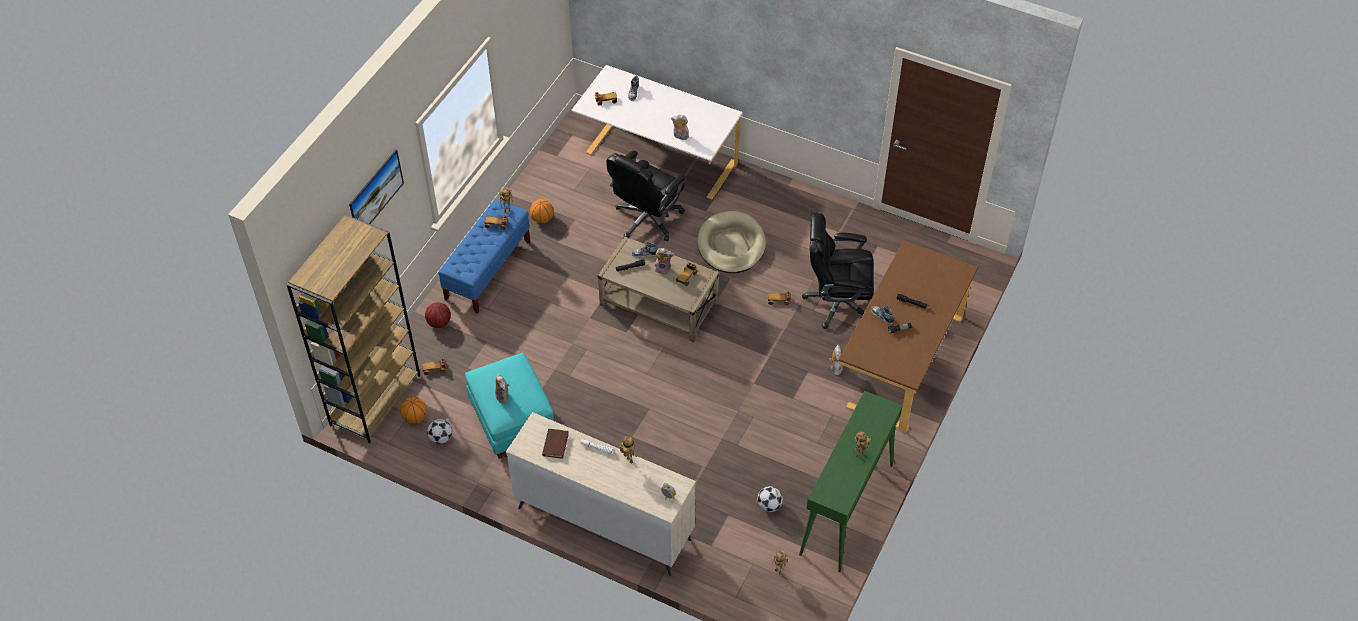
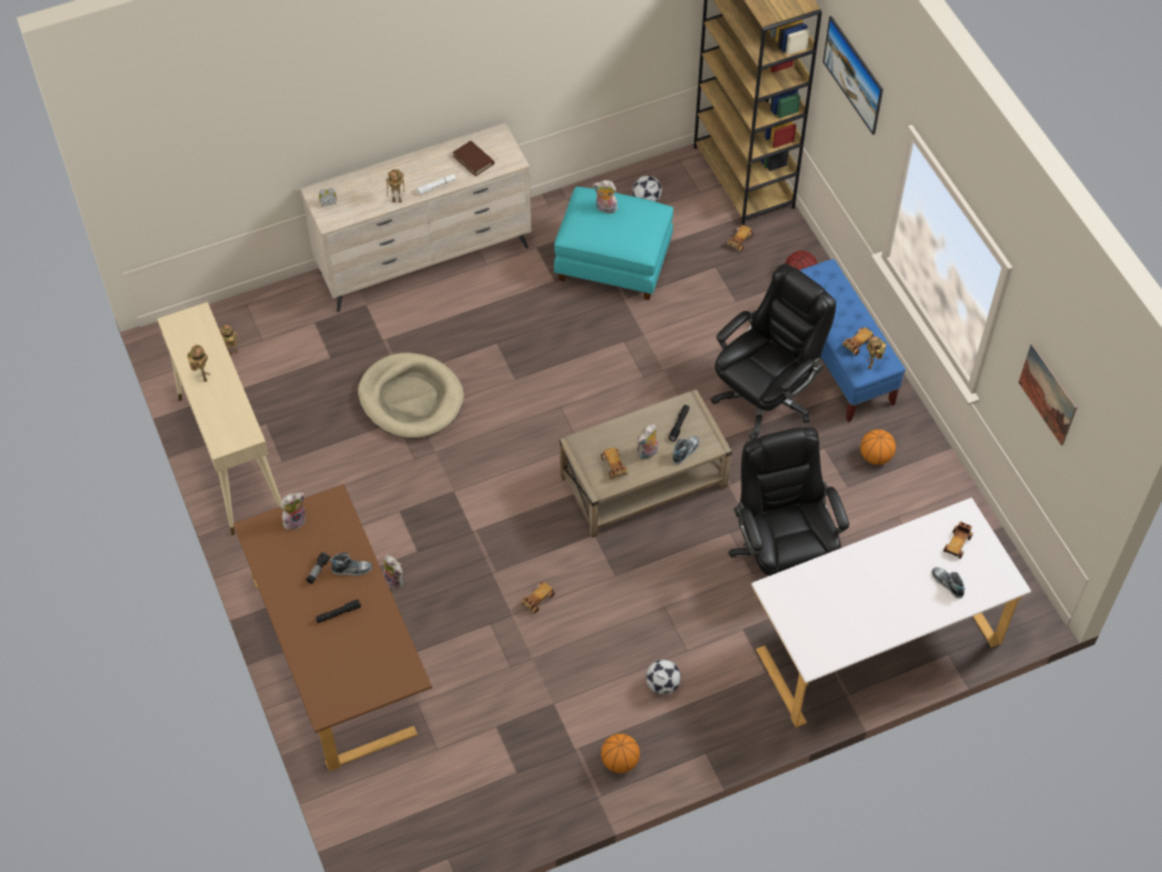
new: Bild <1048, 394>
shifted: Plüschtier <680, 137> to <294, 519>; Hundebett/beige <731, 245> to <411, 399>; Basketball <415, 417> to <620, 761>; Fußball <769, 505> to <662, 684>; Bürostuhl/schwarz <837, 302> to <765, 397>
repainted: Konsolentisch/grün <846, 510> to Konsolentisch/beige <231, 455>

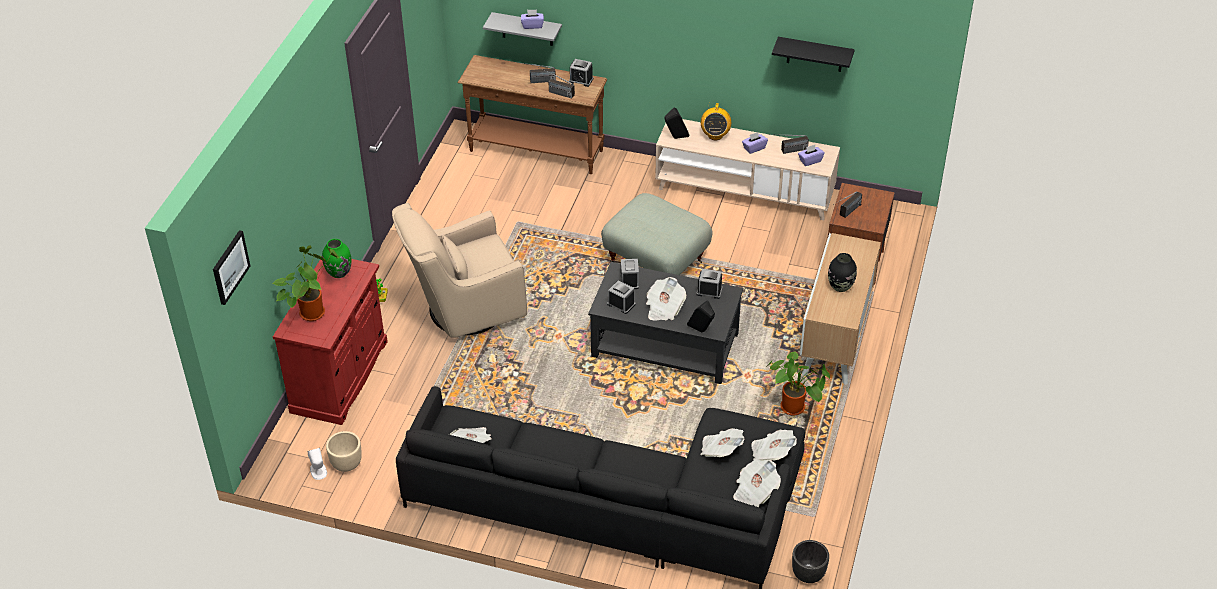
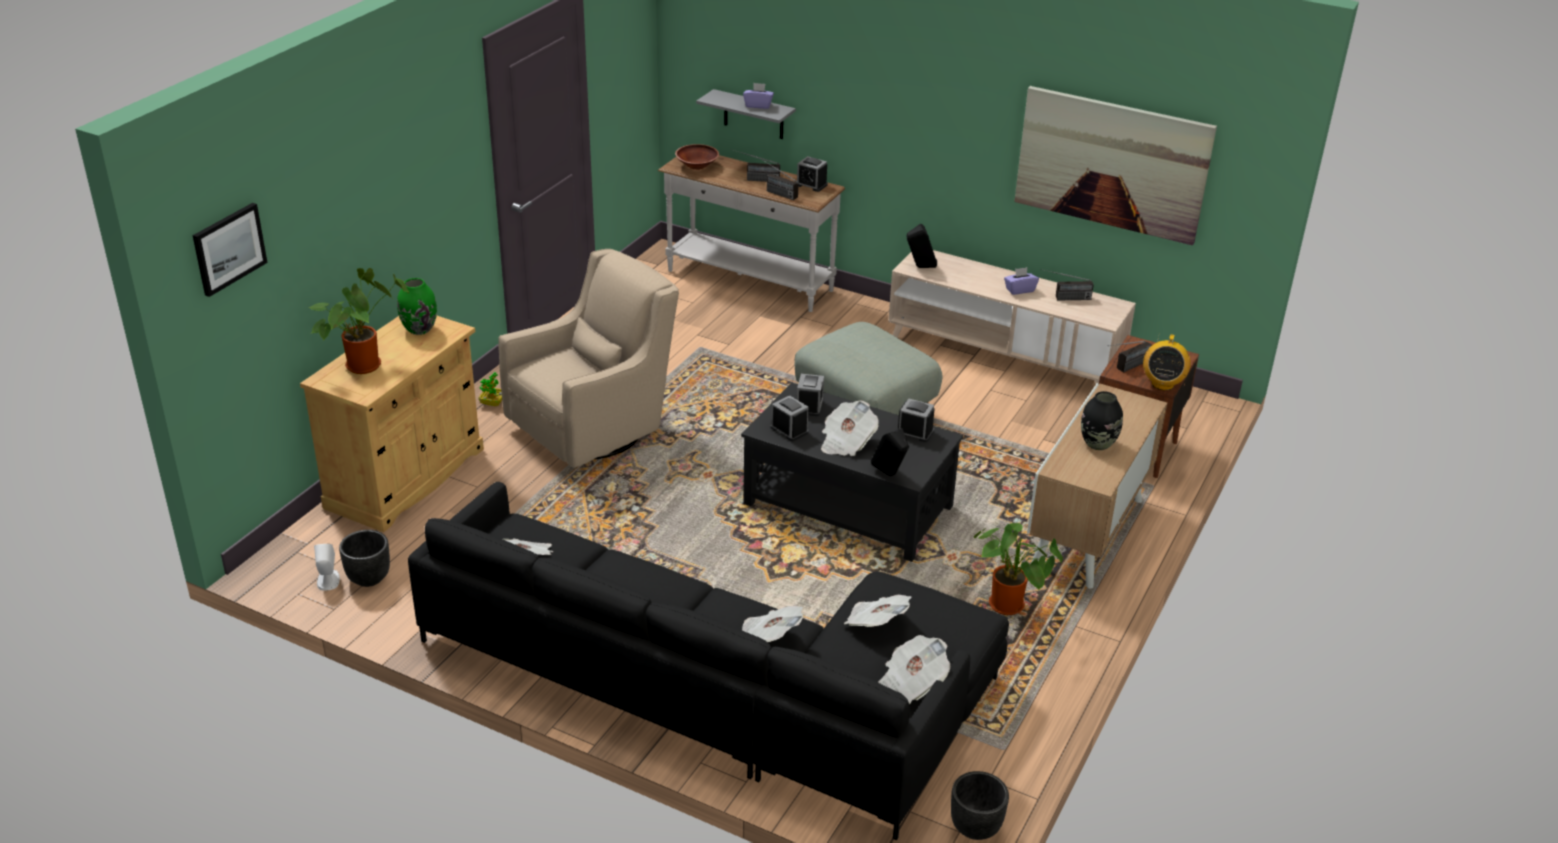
gone: Taschentuchbox/lila <810, 160>
new: Schüssel/braun <697, 166>
shifted: Zeitung <771, 453> to <768, 638>; Radio <715, 135> to <1162, 384>
swapped: Wandregal/schwarz <814, 54> to Bild <1112, 164>
repainted: Schrank/rot <340, 376> to Schrank/beige <406, 478>; Pflanzkübel/beige <346, 464> to Pflanzkübel/schwarz <368, 578>; Konsolentisch/braun <535, 152> to Konsolentisch/weiß <749, 281>
rotated: Sessel/beige <463, 309> = <595, 429> 150 degrees clockwise

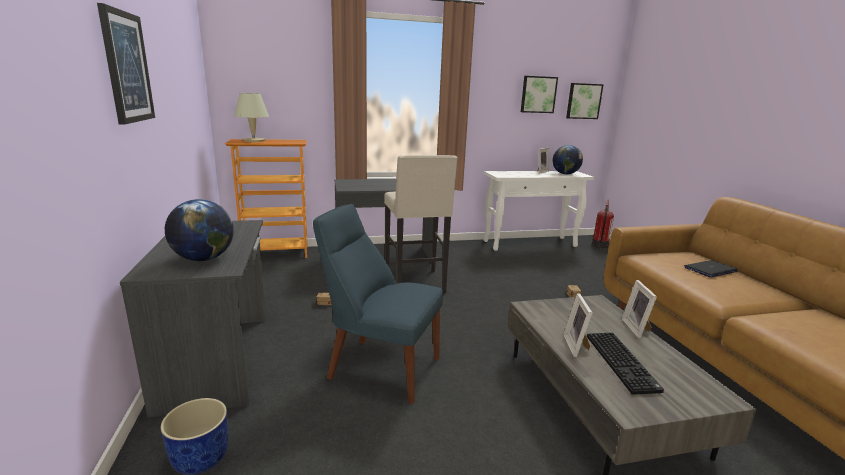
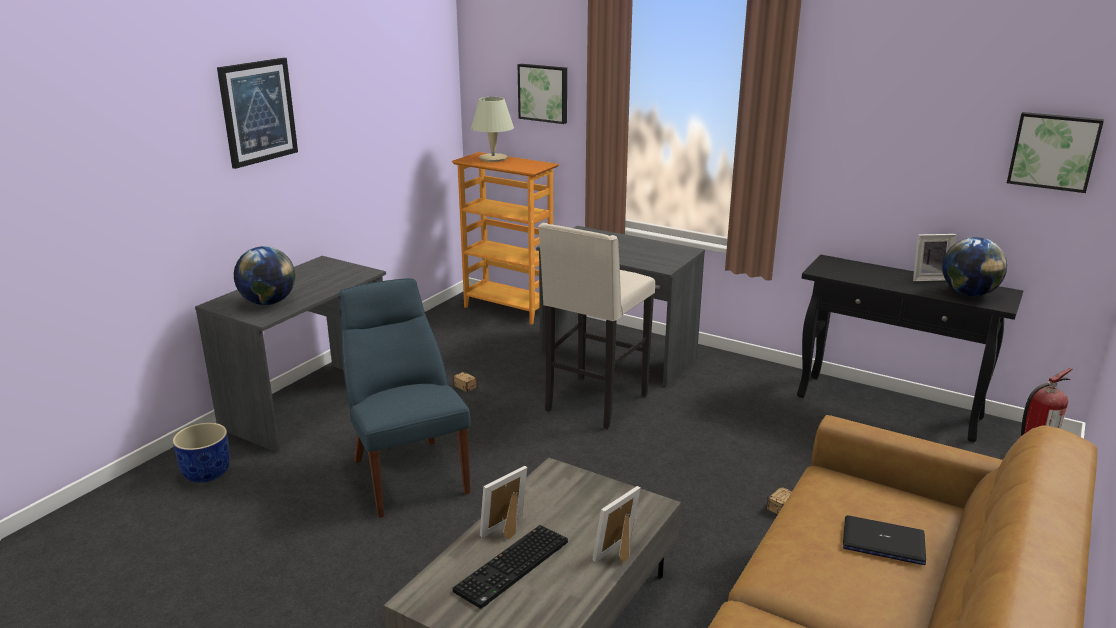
shifted: Bild <538, 94> to <544, 93>
repainted: Konsolentisch/weiß <530, 243> to Konsolentisch/schwarz <889, 407>

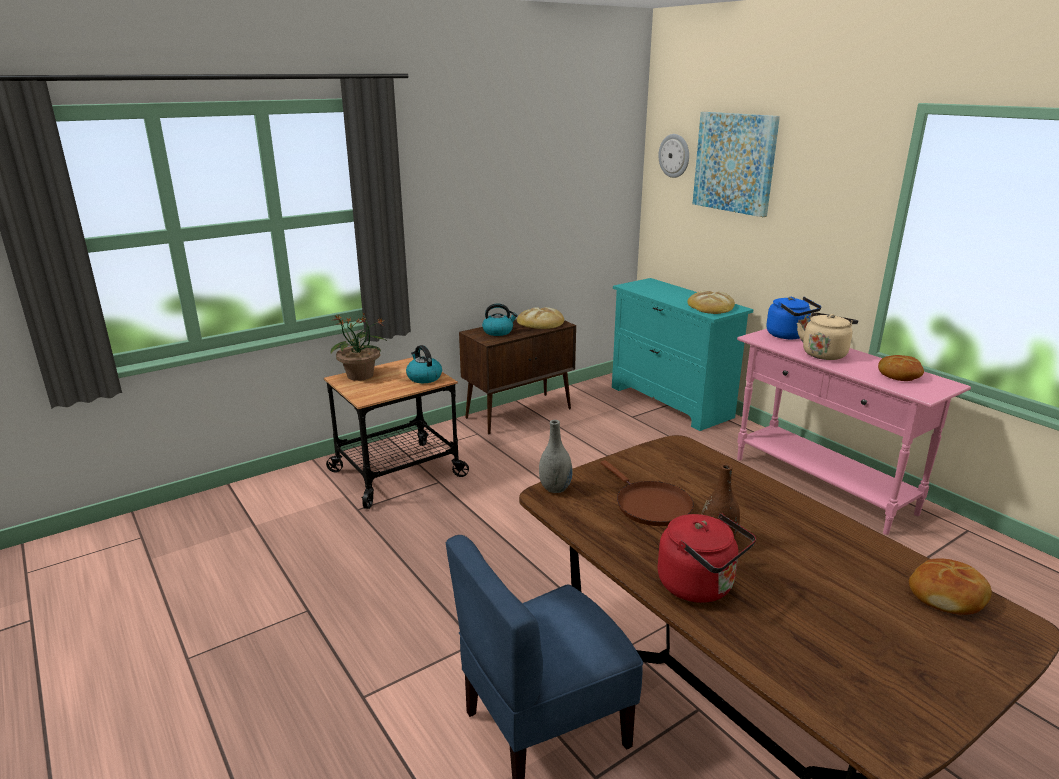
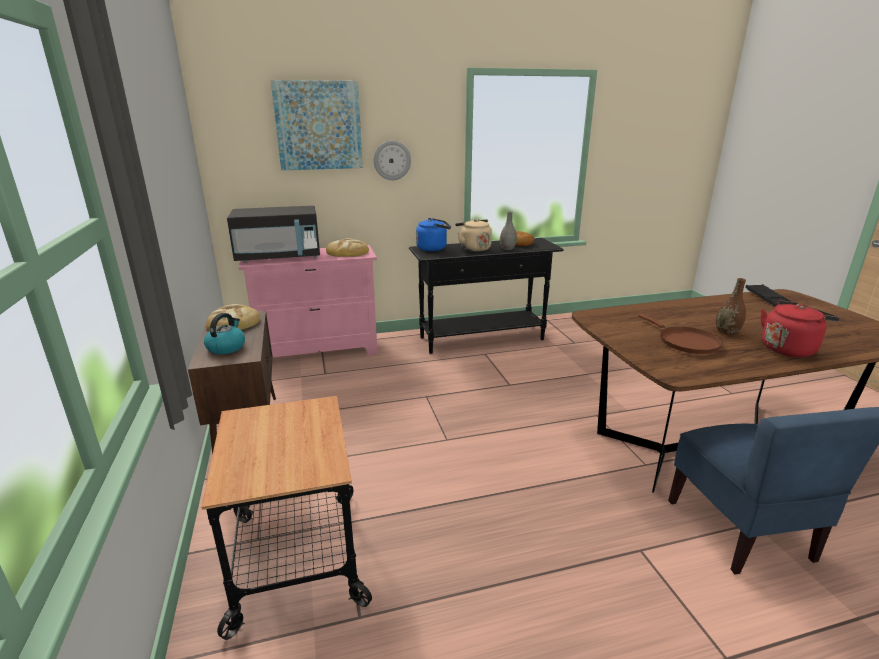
gone: Topfpflanze <361, 376>; Wasserkessel <424, 377>
new: Mikrowelle/schwarz <279, 257>
shifted: Wanduhr <674, 155> to <392, 160>; Vase/grau <555, 488> to <507, 249>
swapped: Brot <947, 596> to Tablett/schwarz <767, 299>
repainted: Kommode/türkis <671, 402> to Kommode/rosa <319, 351>; Konsolentisch/rosa <822, 486> to Konsolentisch/schwarz <482, 339>
rotated: Pfanne/braun <650, 505> = <685, 342> 75 degrees clockwise

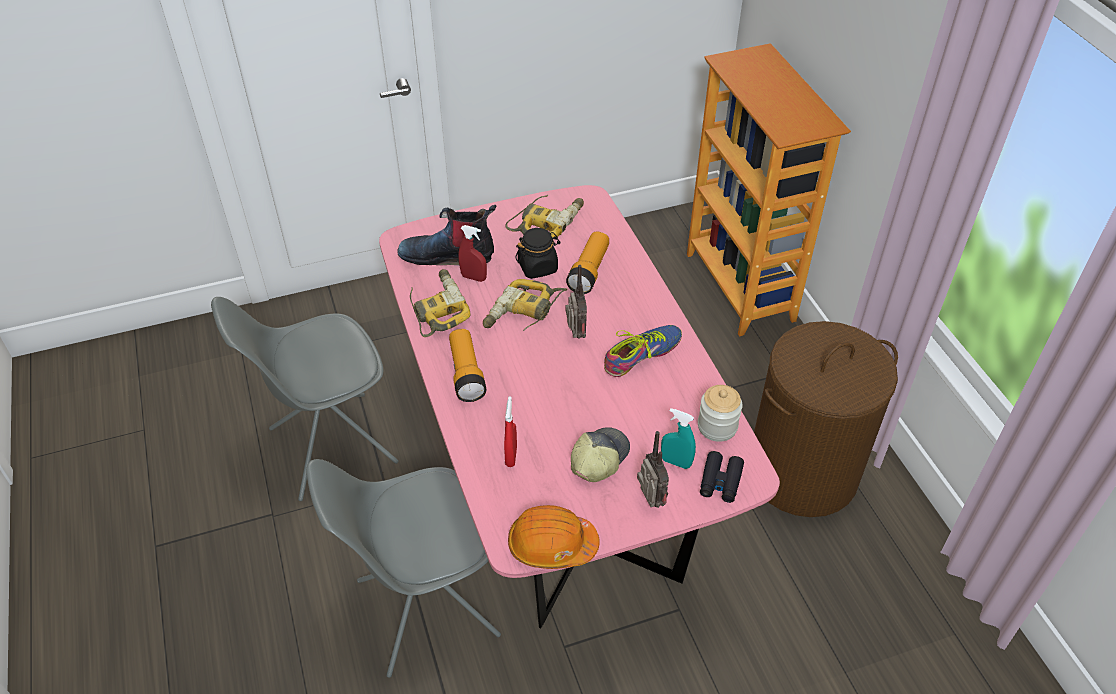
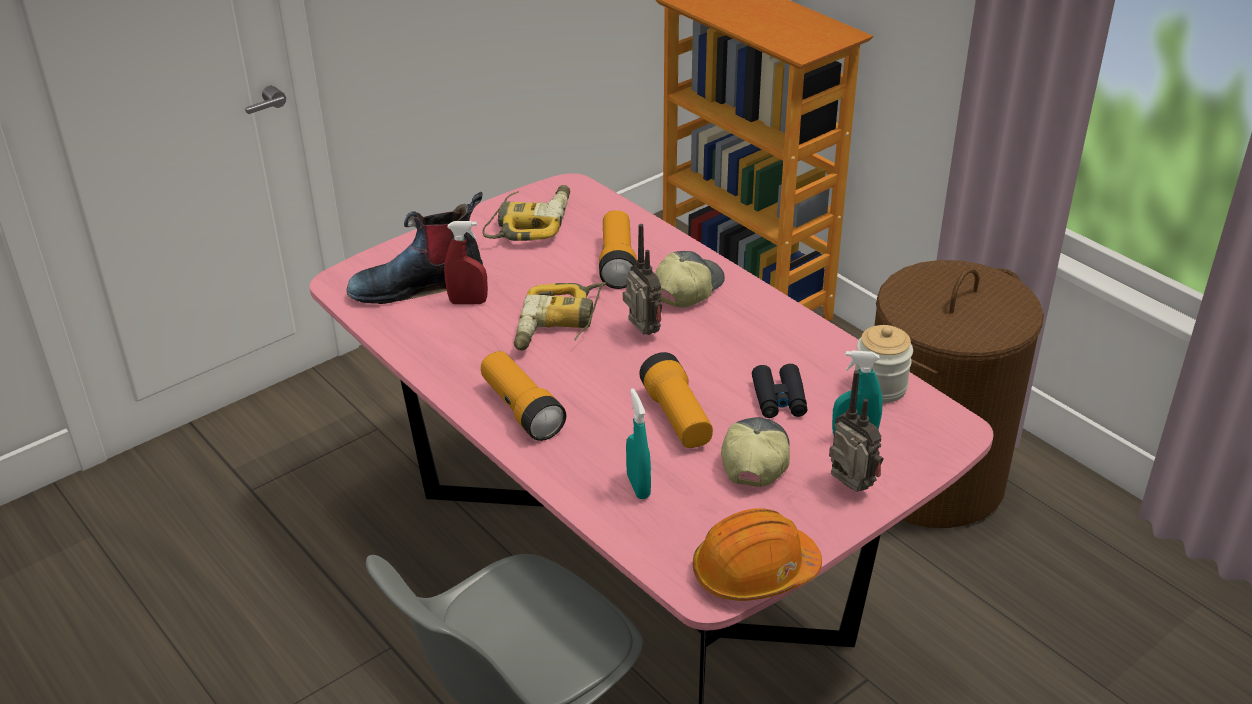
gone: Stuhl/grau <330, 446>; Bohrmaschine <437, 309>; Vorratsglas/schwarz <538, 267>; Schuh <641, 354>
new: Taschenlampe <677, 417>; Kappe <687, 288>
shifted: Fernglas/schwarz <720, 481> to <779, 399>
repainted: Sprühflasche/rot <511, 456> to Sprühflasche/türkis <638, 486>

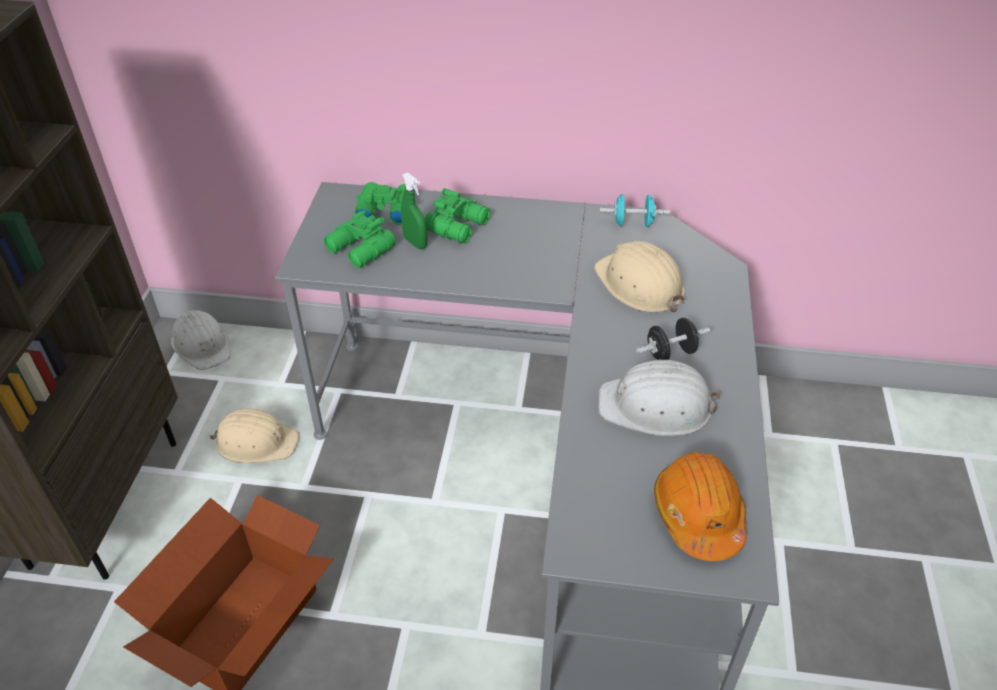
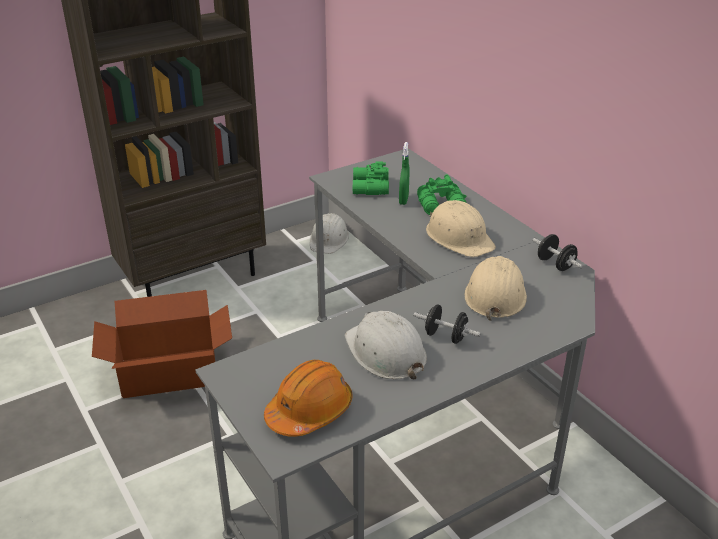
gone: Fernglas/grün <384, 210>
shifted: Schutzhelm/beige <256, 442> to <459, 237>
repainted: Hantel/türkis <633, 223> to Hantel/schwarz <555, 264>

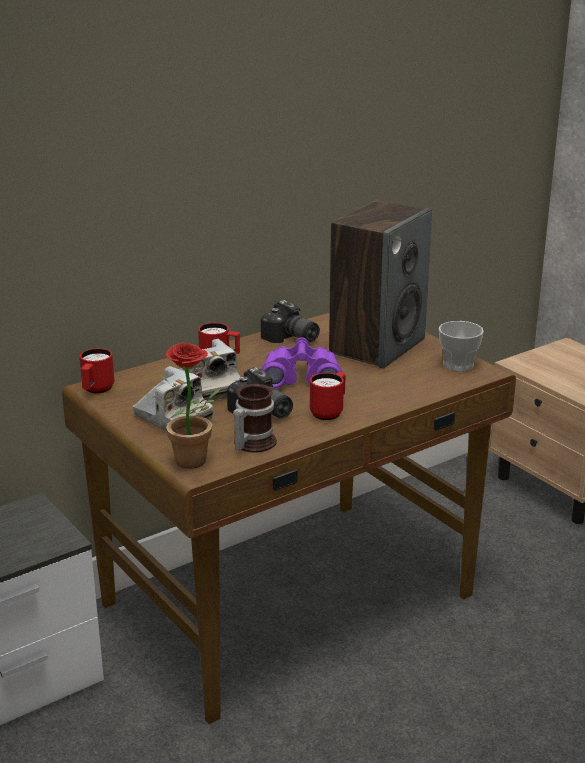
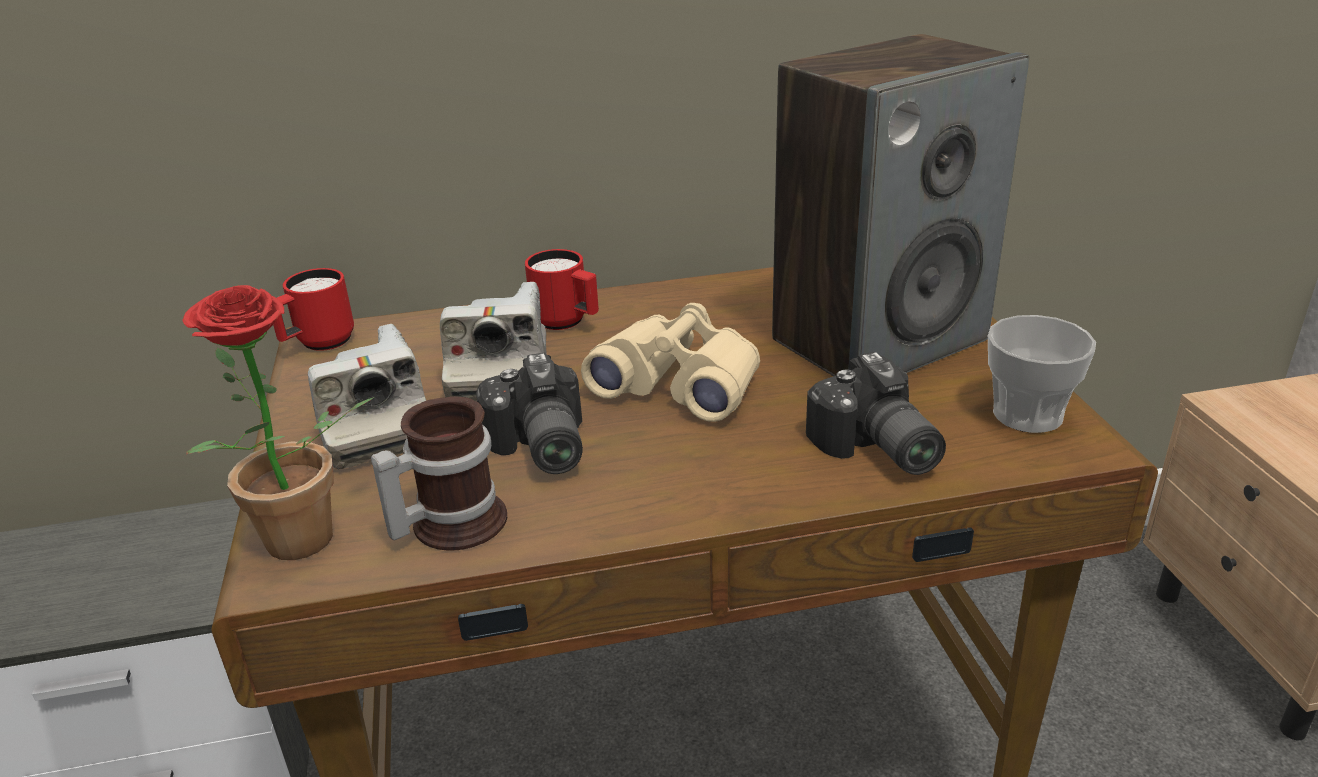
gone: Henkelbecher/rot <329, 412>
shifted: Kamera <290, 338> to <874, 450>
repainted: Fernglas/lila <301, 377> to Fernglas/beige <680, 384>

